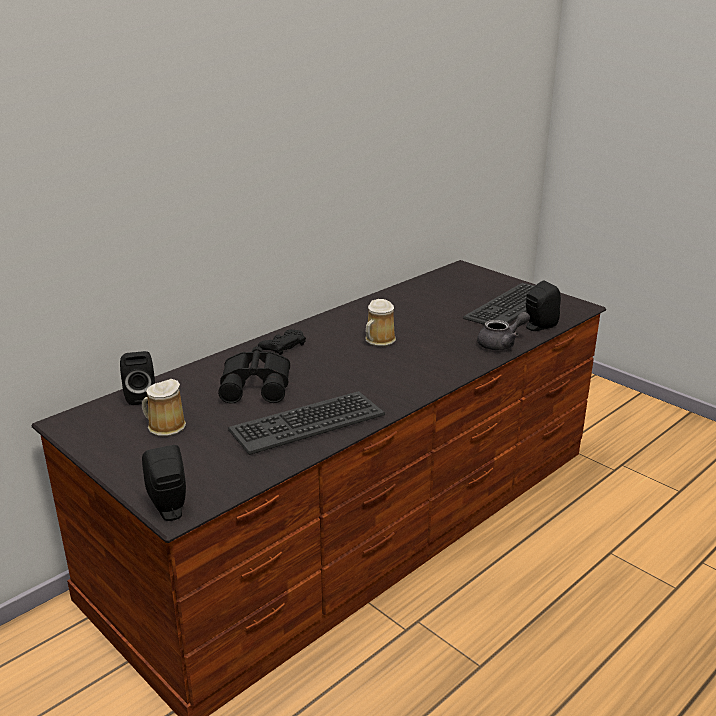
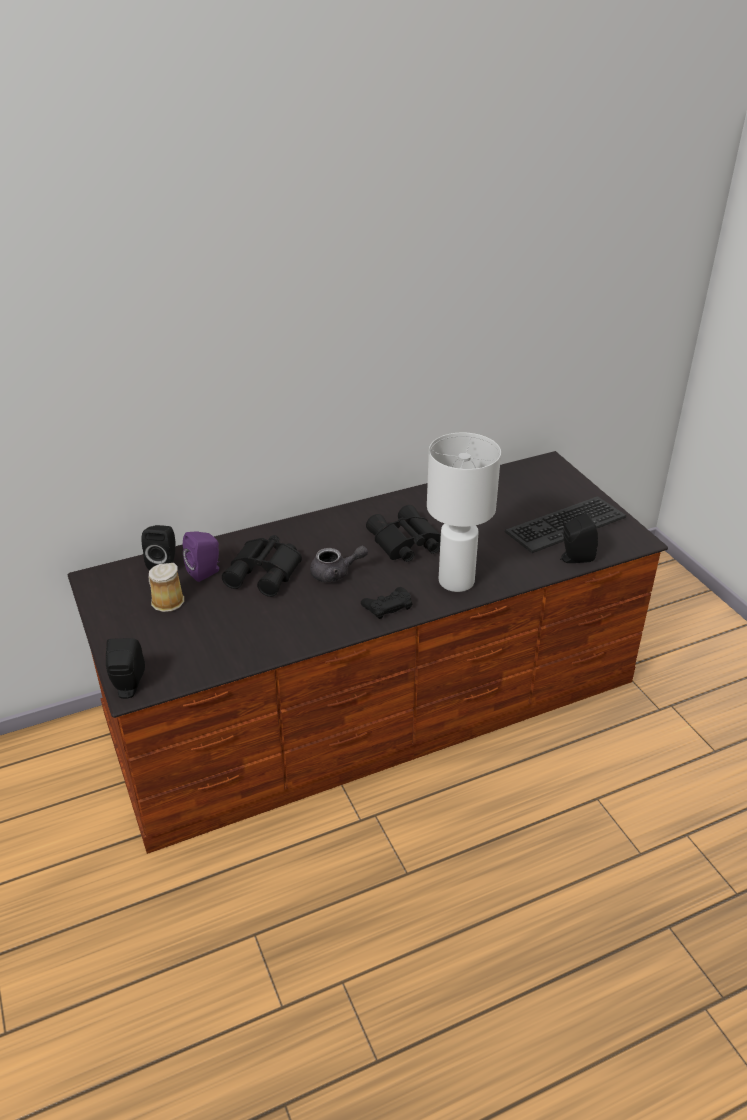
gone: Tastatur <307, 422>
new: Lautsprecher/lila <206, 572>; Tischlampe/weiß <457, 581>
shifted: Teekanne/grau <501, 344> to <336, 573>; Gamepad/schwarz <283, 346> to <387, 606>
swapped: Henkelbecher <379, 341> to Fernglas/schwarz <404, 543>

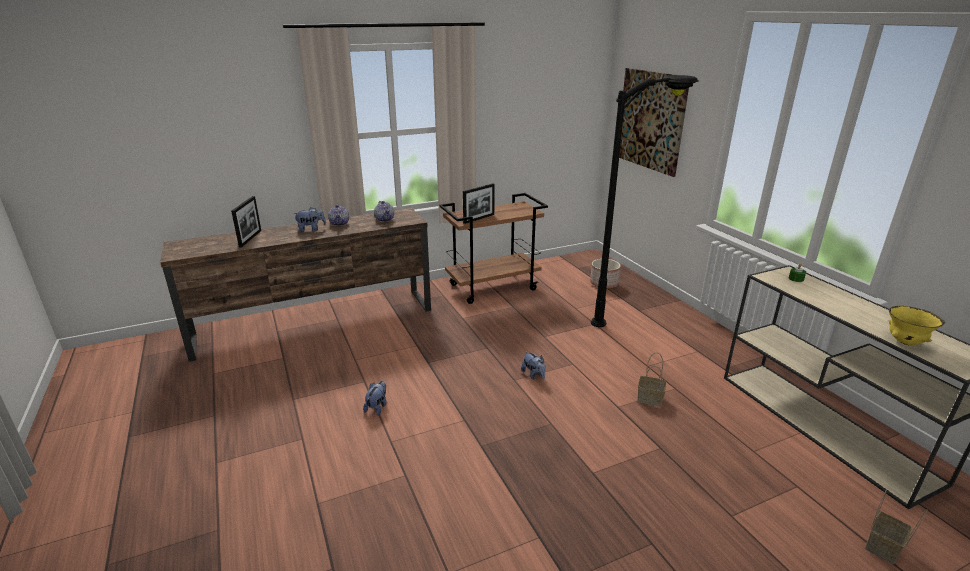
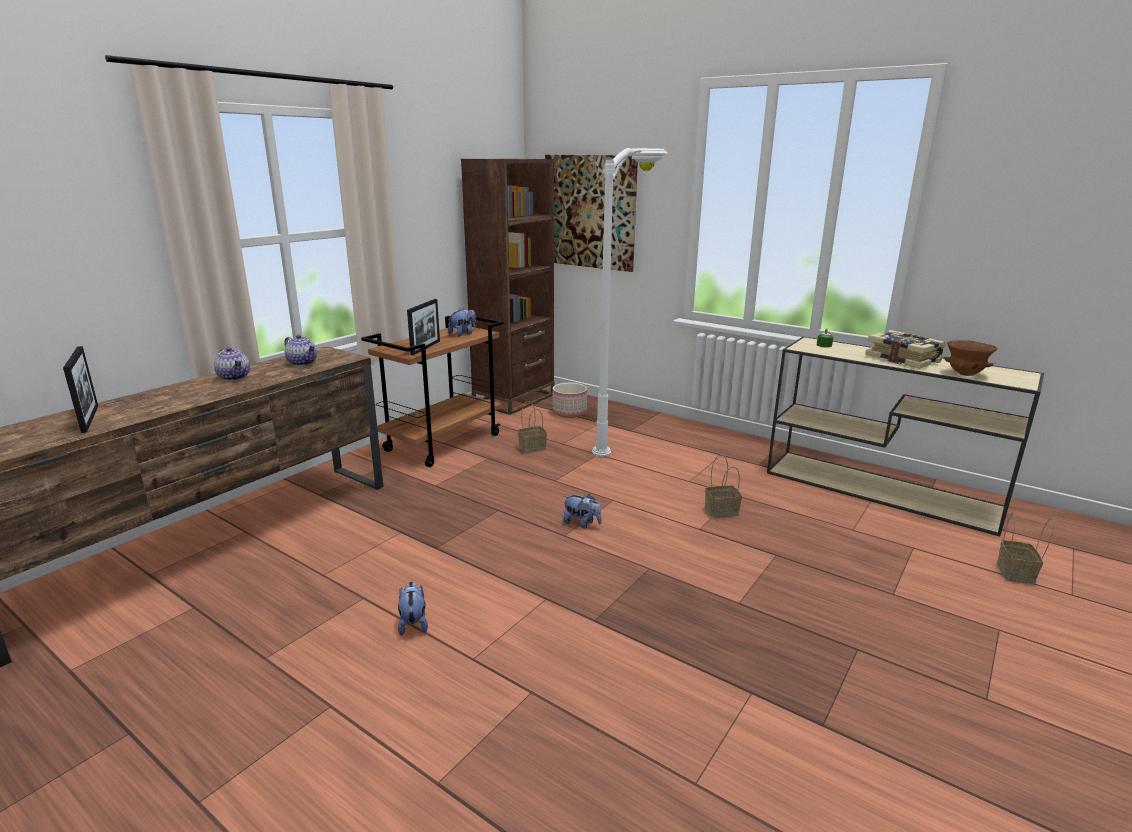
new: Bücherregal/braun <514, 399>; Korb <531, 448>; Buch <903, 359>
shifted: Plüschtier <311, 229> to <463, 334>
repainted: Stehlampe/schwarz <633, 311> to Stehlampe/weiß <625, 433>; Schüssel/gelb <906, 342> to Schüssel/braun <965, 374>

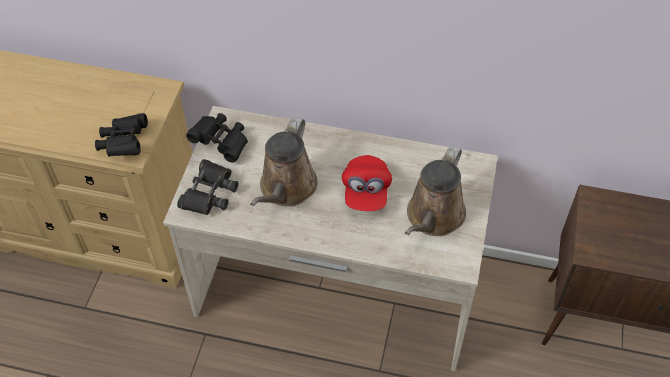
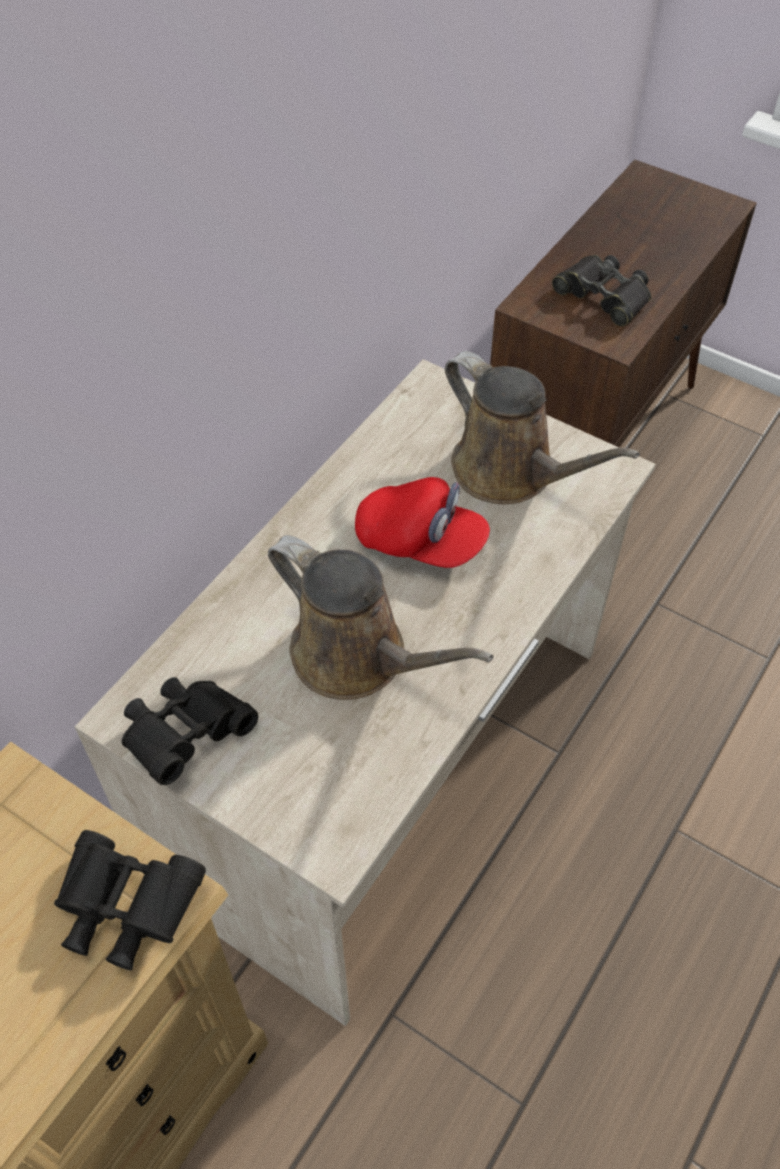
shifted: Fernglas/schwarz <209, 192> to <604, 296>

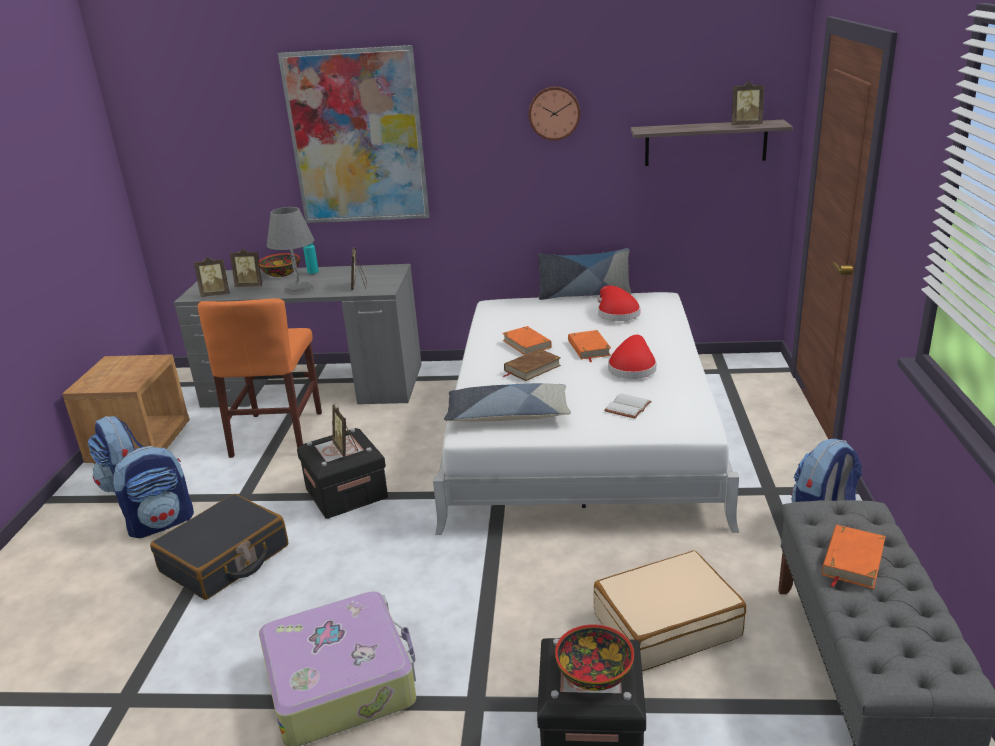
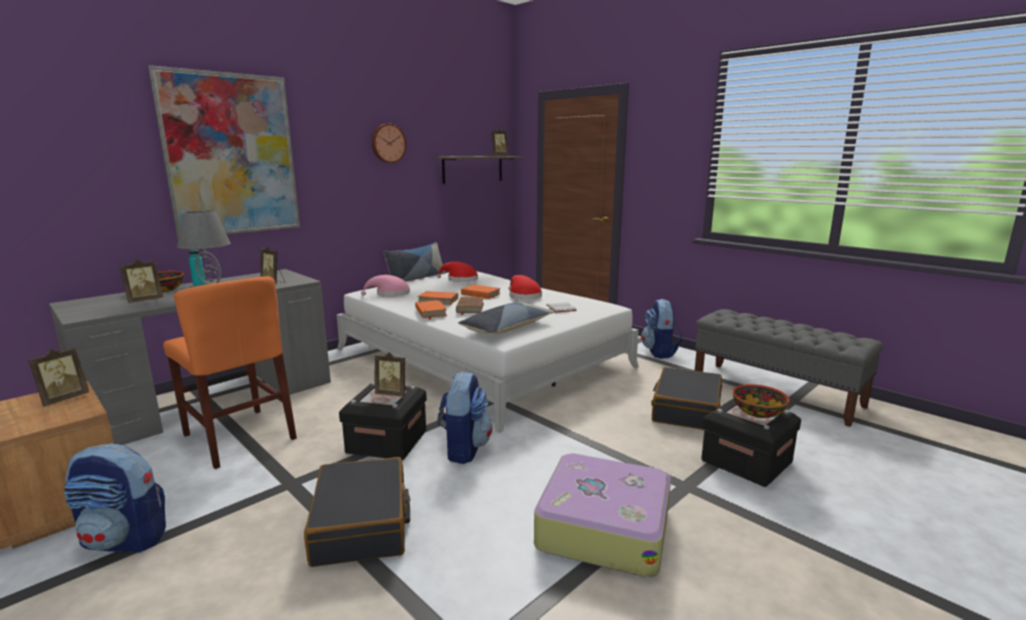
new: Hut/rosa <390, 294>
shifted: Bilderrahmen <216, 294> to <63, 399>; Buch/orange <852, 560> to <430, 312>; Rucksack <162, 523> to <464, 449>
repainted: Koffer/beige <666, 624> to Koffer/schwarz <685, 410>

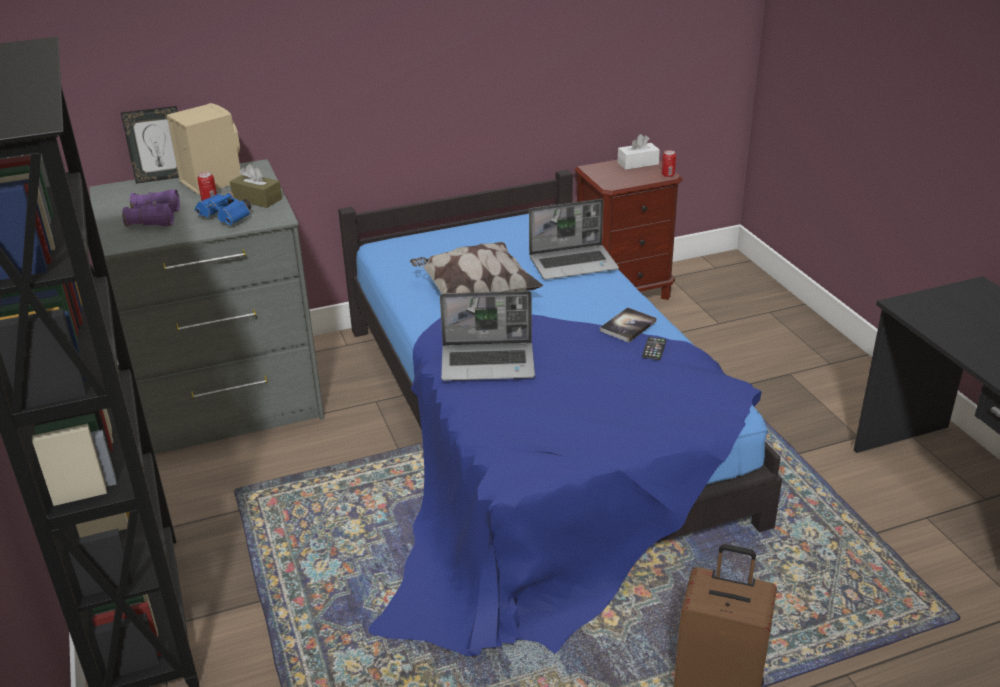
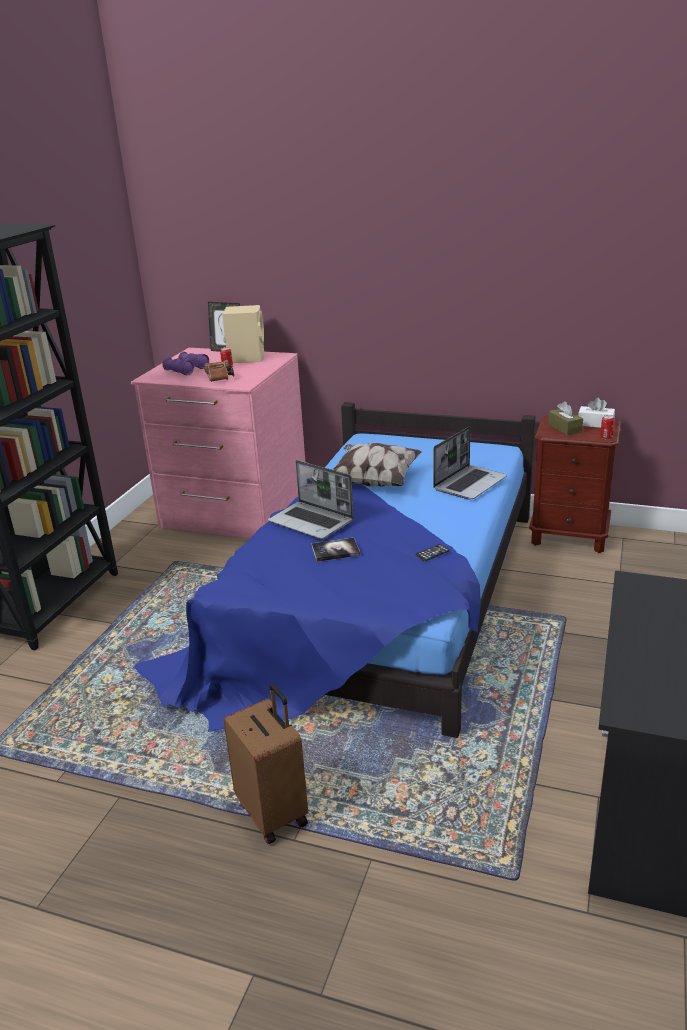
shifted: Buch <628, 326> to <335, 551>; Taschentuchbox/braun <257, 199> to <564, 428>
repainted: Kommode/grau <228, 398> to Kommode/rosa <234, 512>; Fernglas/blau <227, 219> to Fernglas/braun <219, 379>
rotated: Laptop <574, 263> = <469, 483> 75 degrees counterclockwise

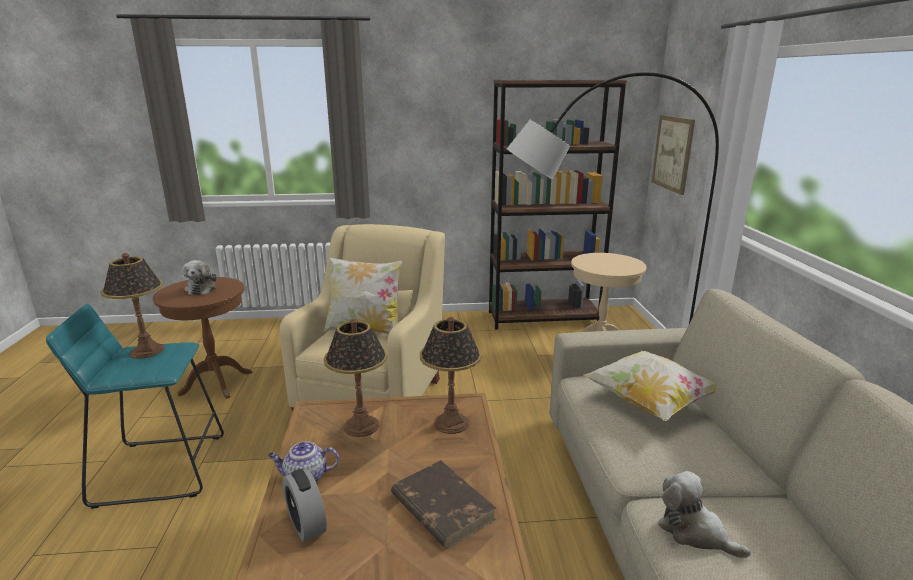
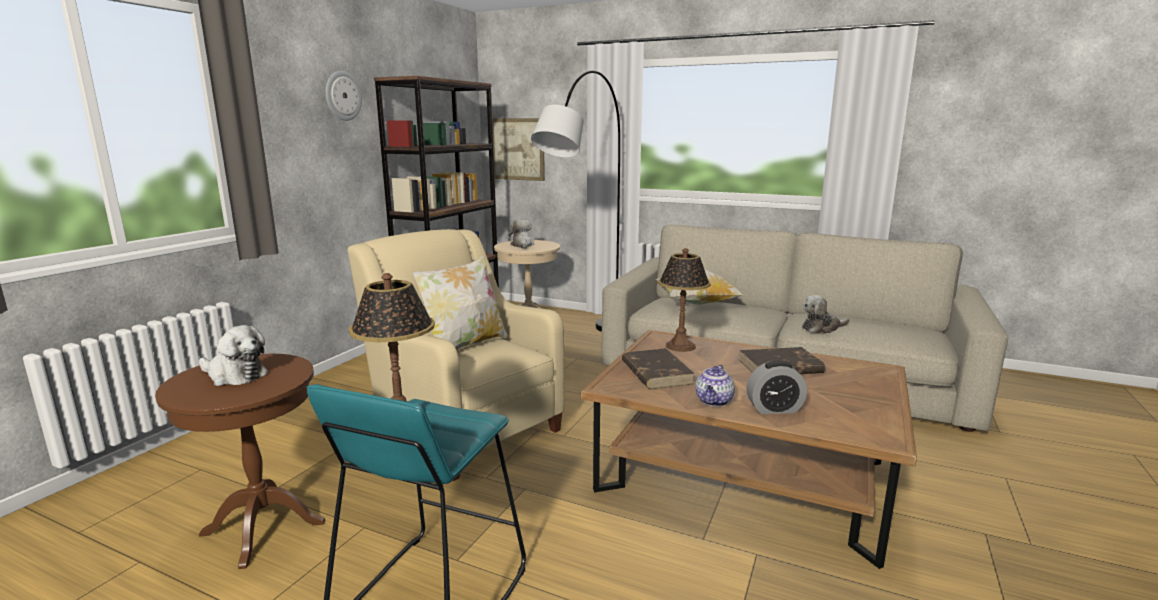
new: Wanduhr <343, 96>; Plüschtier <522, 245>
swapped: Tischlampe <361, 426> to Buch/braun <656, 372>

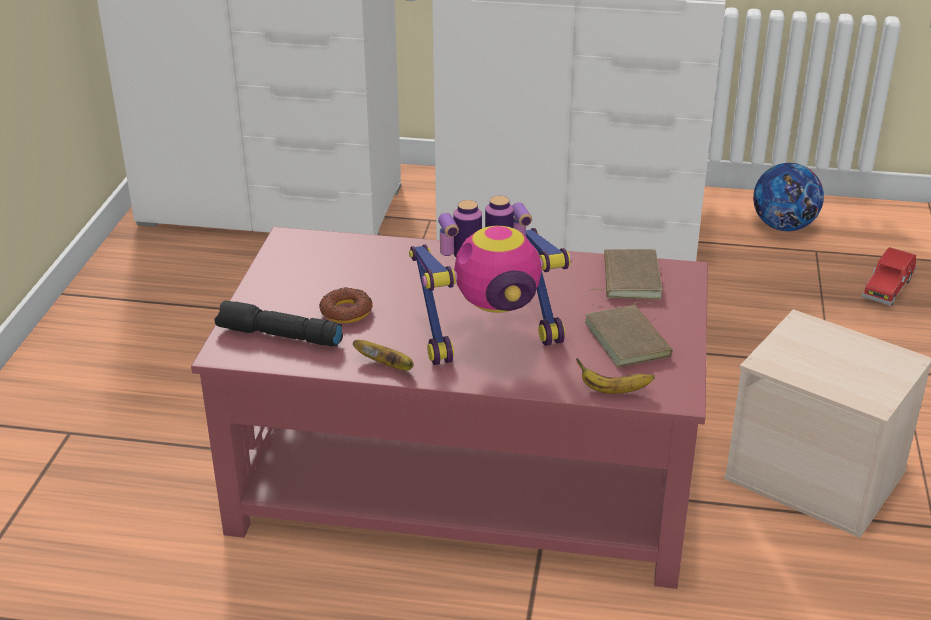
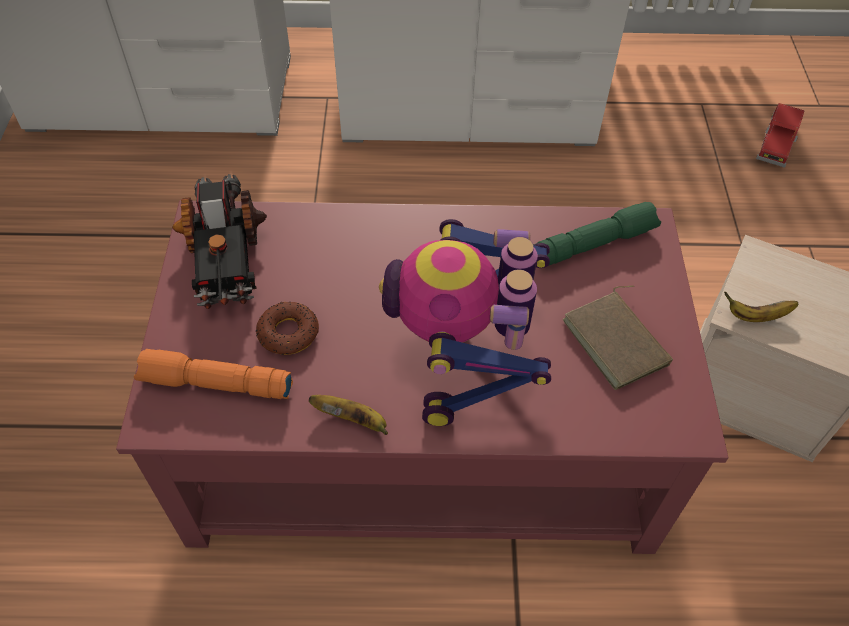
gone: Fußball <783, 226>
new: Spielzeuglaster <224, 258>
shifted: Banane <613, 390> to <756, 316>
swapped: Buch/braun <628, 278> to Taschenlampe/grün <594, 243>
repainted: Taschenlampe/schwarz <278, 336> to Taschenlampe/orange <215, 385>
rotated: Spielzeugroboter <491, 340> = <464, 362> 120 degrees clockwise

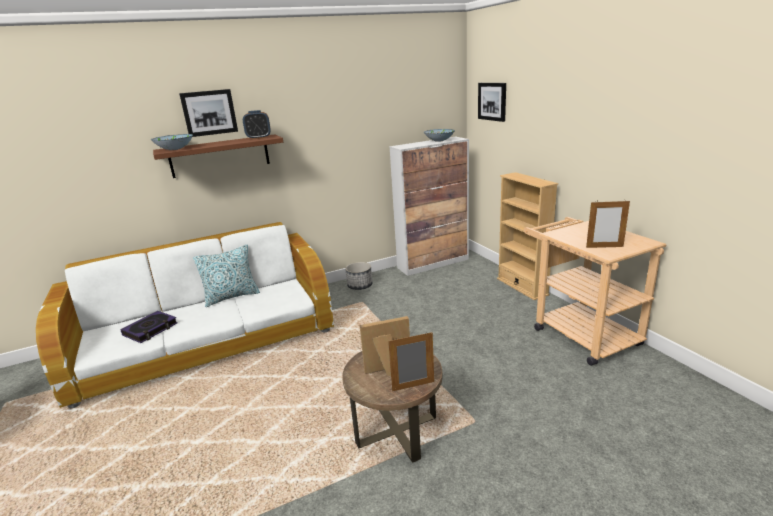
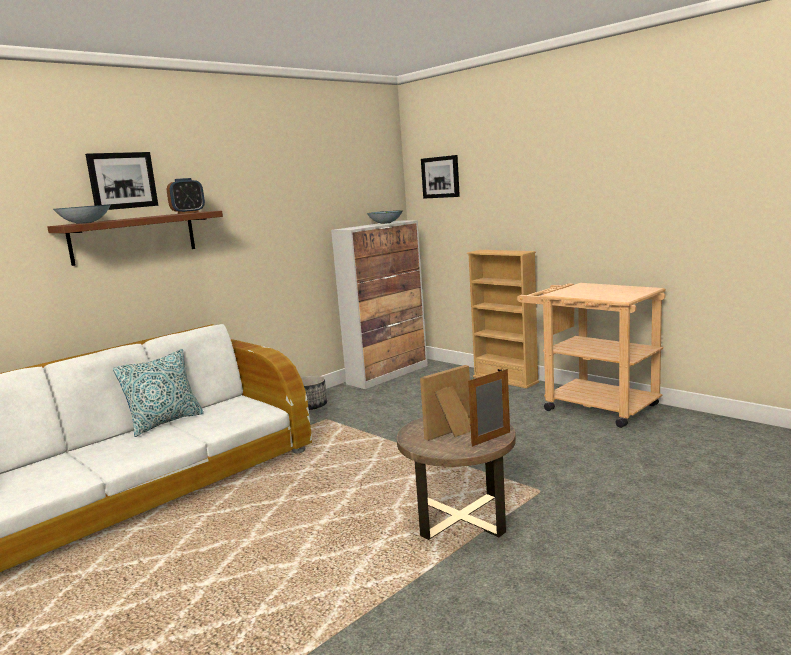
gone: Buch <150, 329>; Bilderrahmen <604, 247>

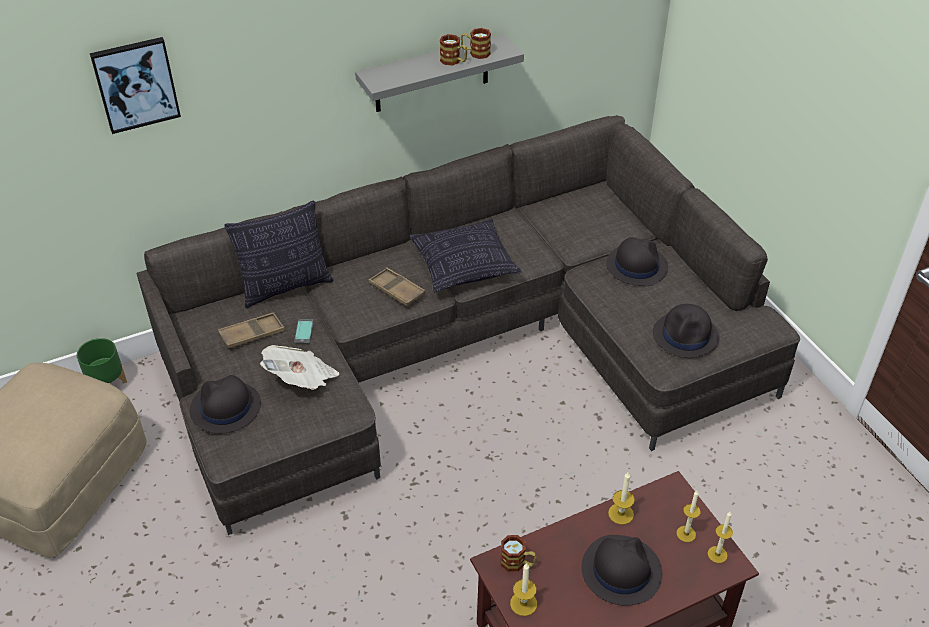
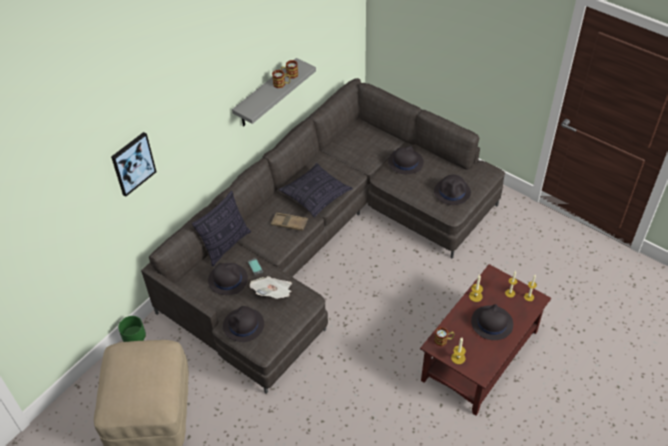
swapped: Tablett/braun <252, 334> to Hut/schwarz <227, 279>

